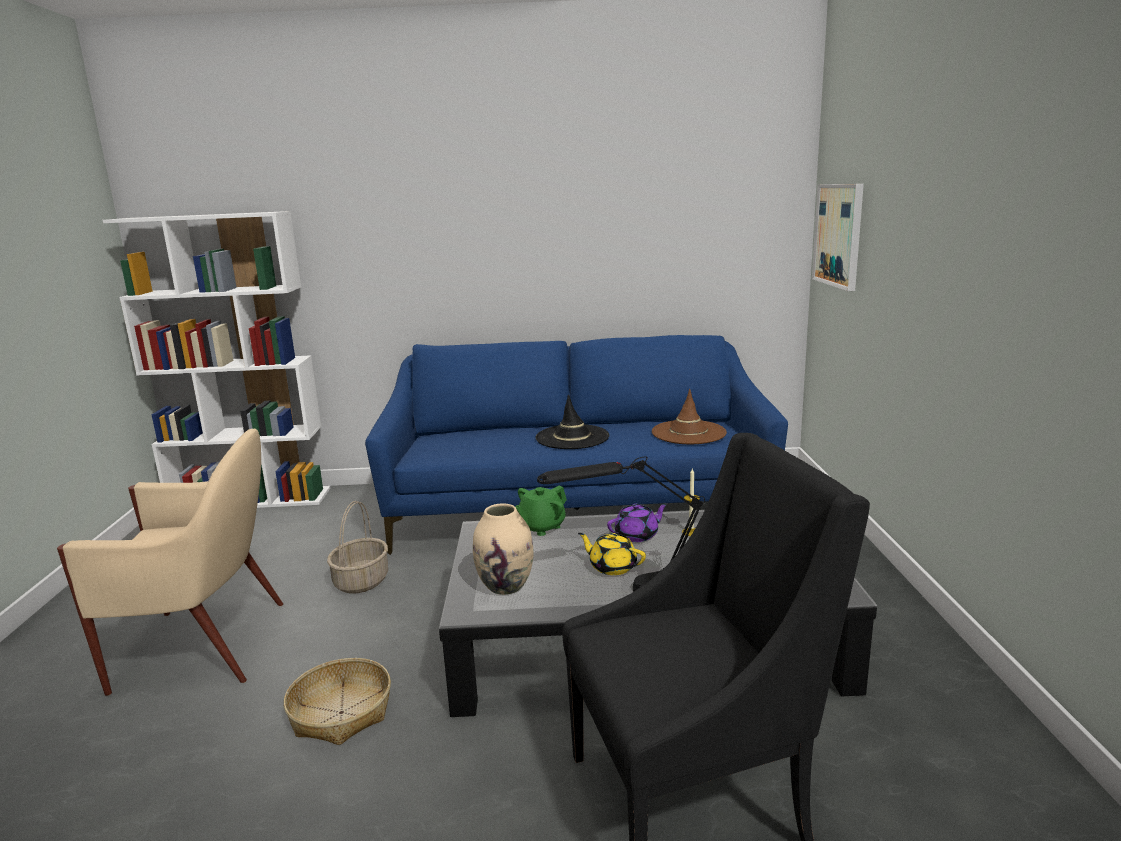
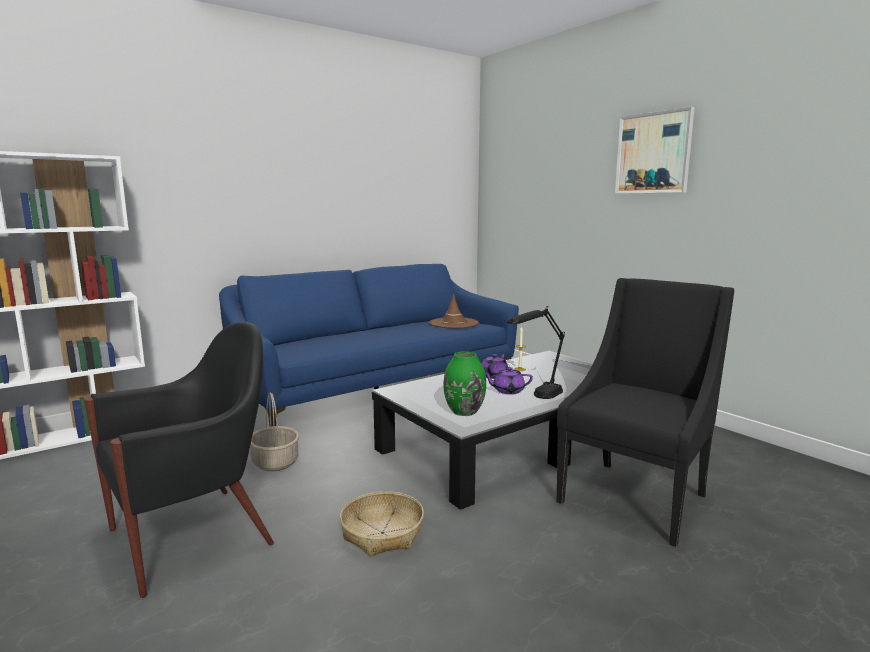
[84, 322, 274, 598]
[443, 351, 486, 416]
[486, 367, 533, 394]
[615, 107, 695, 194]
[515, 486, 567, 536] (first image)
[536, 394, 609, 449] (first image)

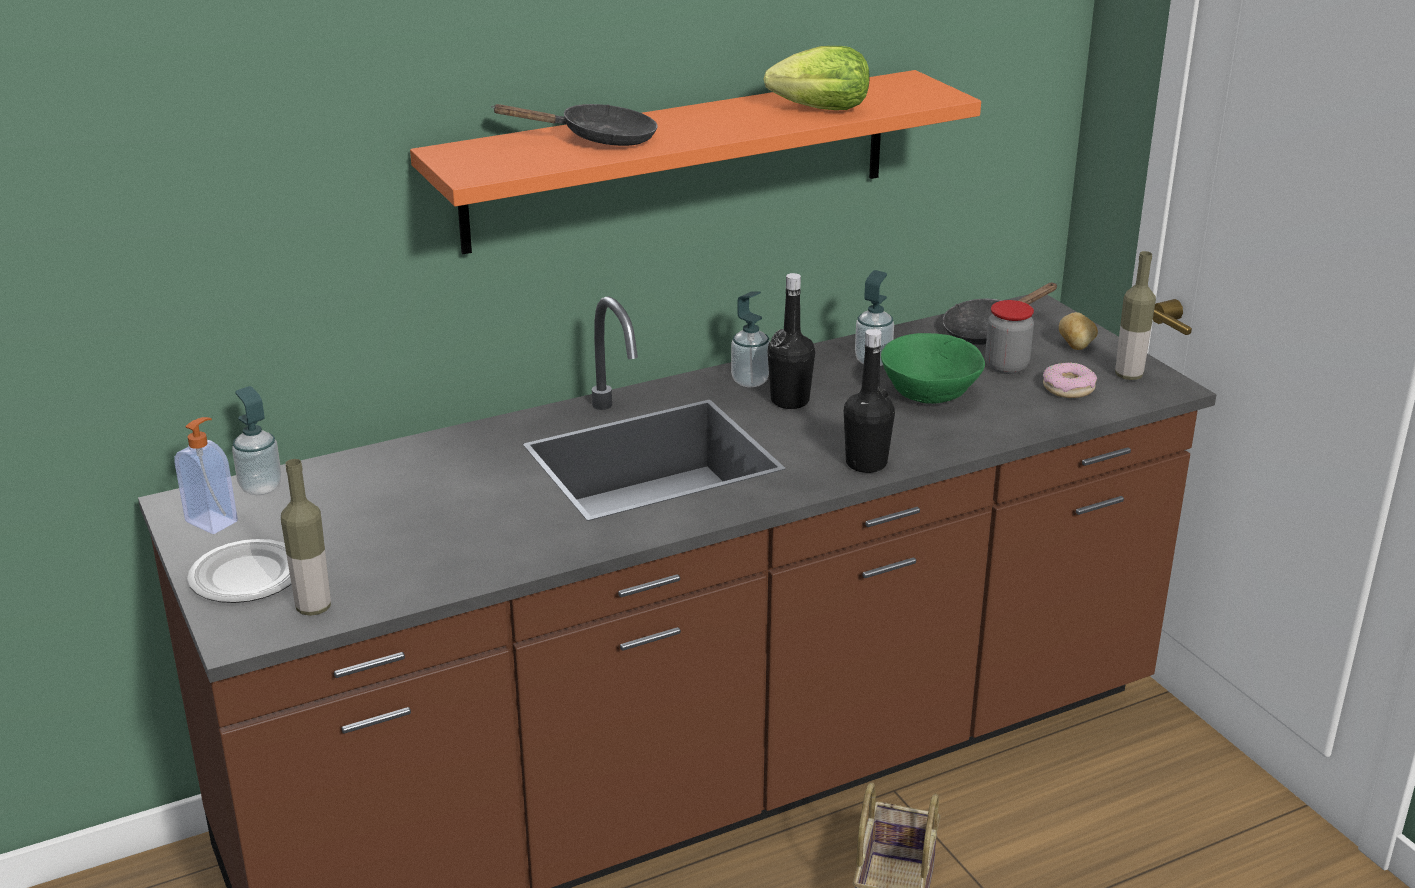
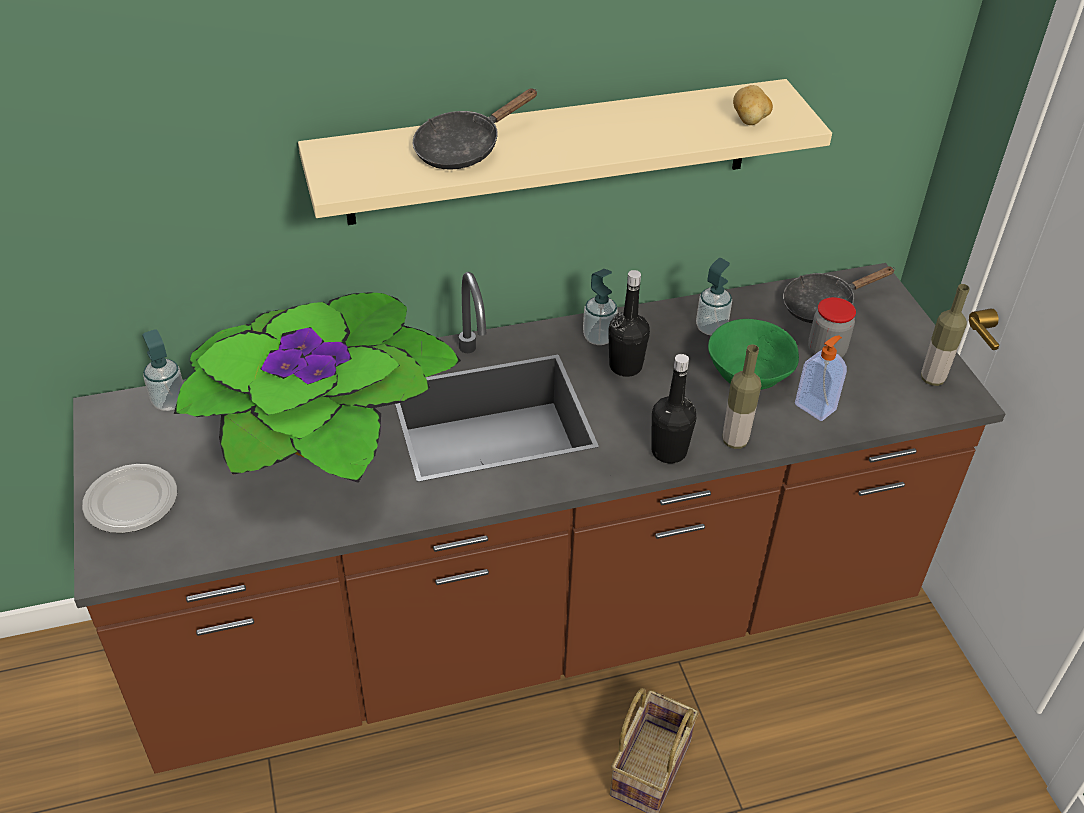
[174, 292, 461, 483]
[298, 79, 832, 225]
[413, 88, 538, 170]
[722, 344, 761, 449]
[733, 85, 773, 125]
[795, 336, 847, 421]
[764, 46, 870, 110] (first image)
[1043, 363, 1097, 398] (first image)

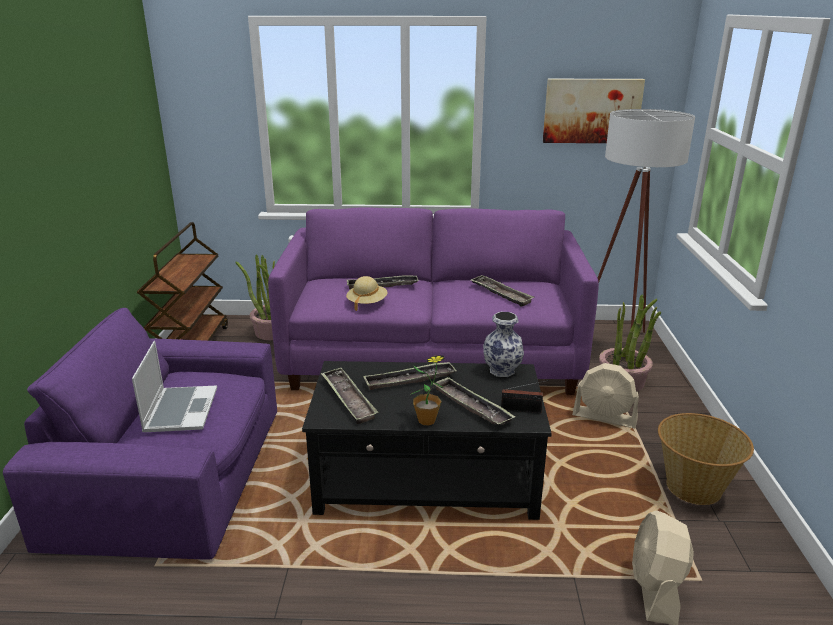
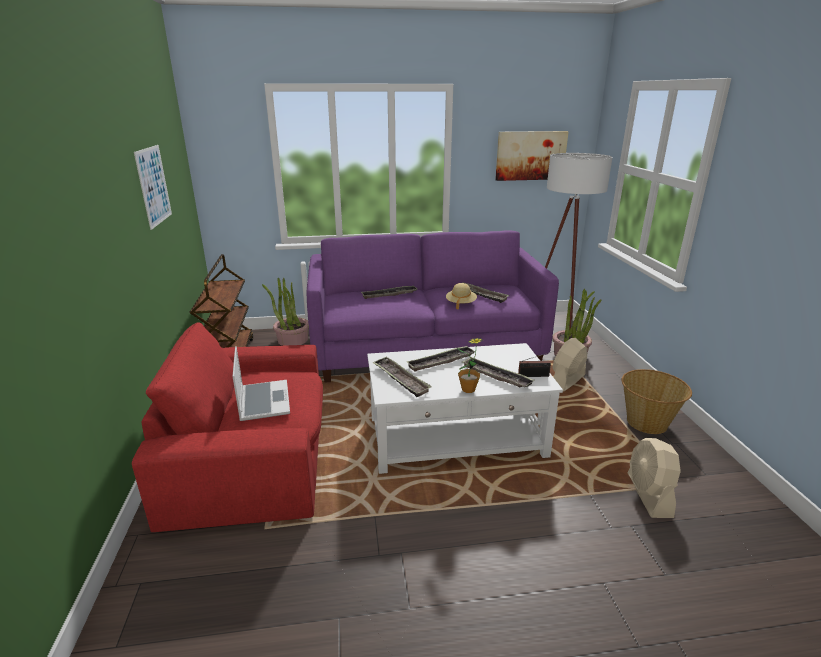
[132, 323, 323, 532]
[134, 145, 172, 230]
[367, 343, 563, 474]
[446, 283, 477, 310]
[552, 338, 587, 391]
[483, 312, 524, 377] (first image)

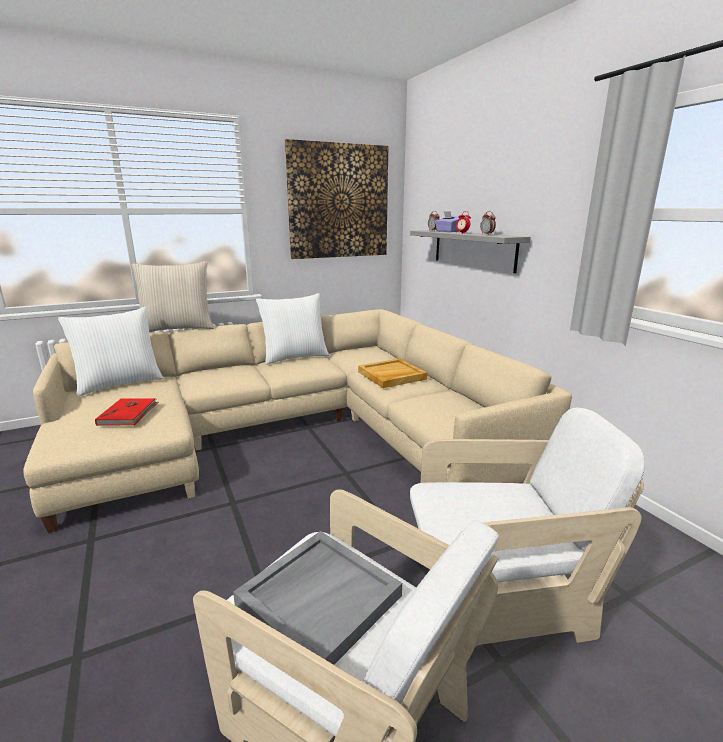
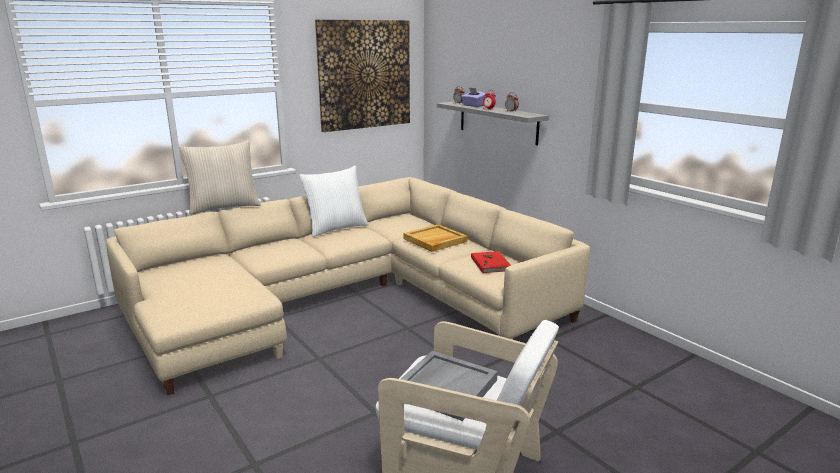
[471, 251, 511, 273]
[58, 307, 164, 396] (first image)
[410, 408, 645, 659] (first image)

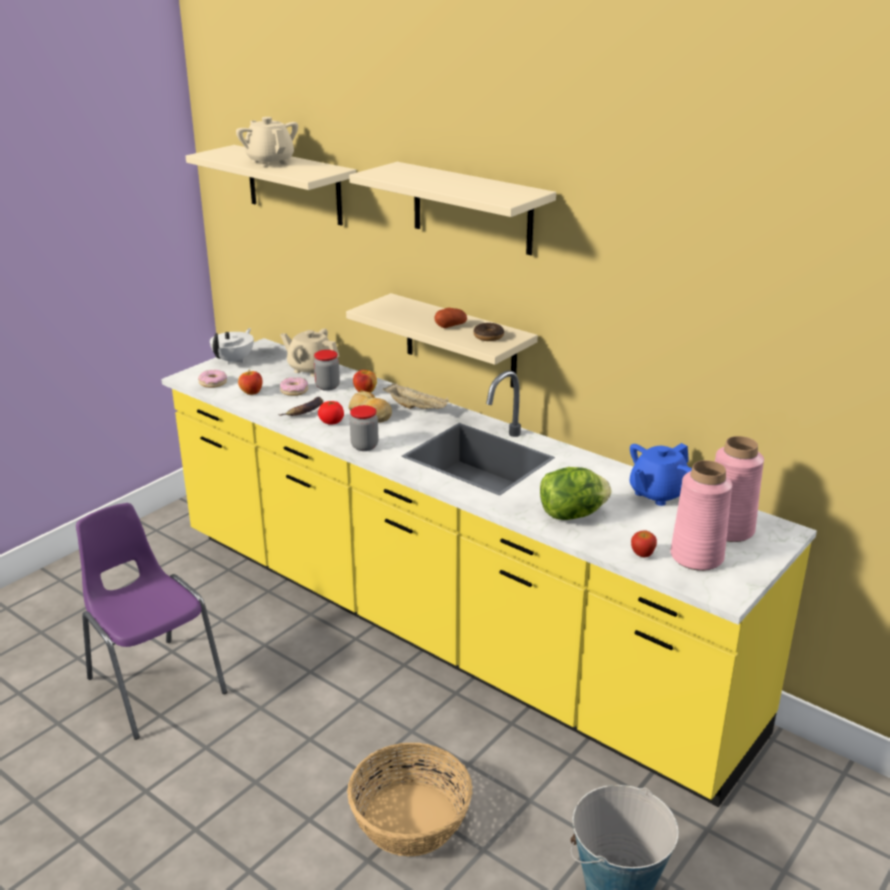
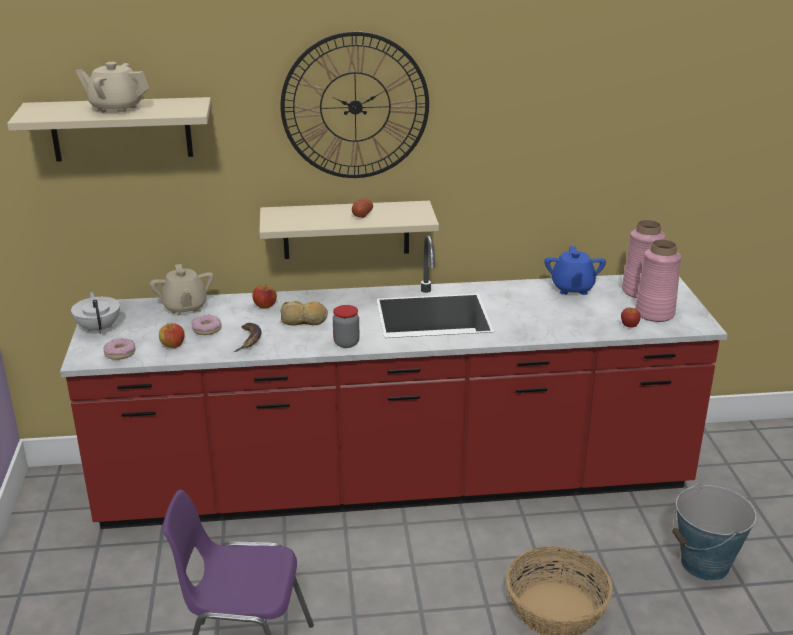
[60, 236, 727, 529]
[150, 264, 214, 316]
[281, 31, 429, 178]
[314, 350, 340, 391] (first image)
[318, 401, 344, 425] (first image)
[383, 383, 449, 409] (first image)
[473, 323, 504, 341] (first image)
[540, 467, 611, 520] (first image)

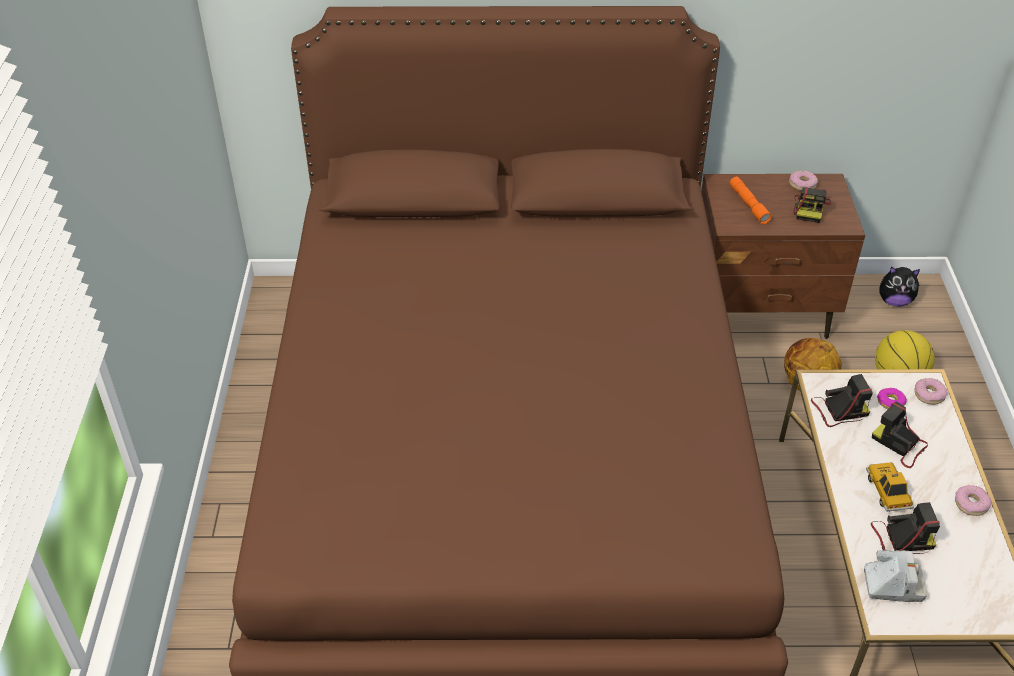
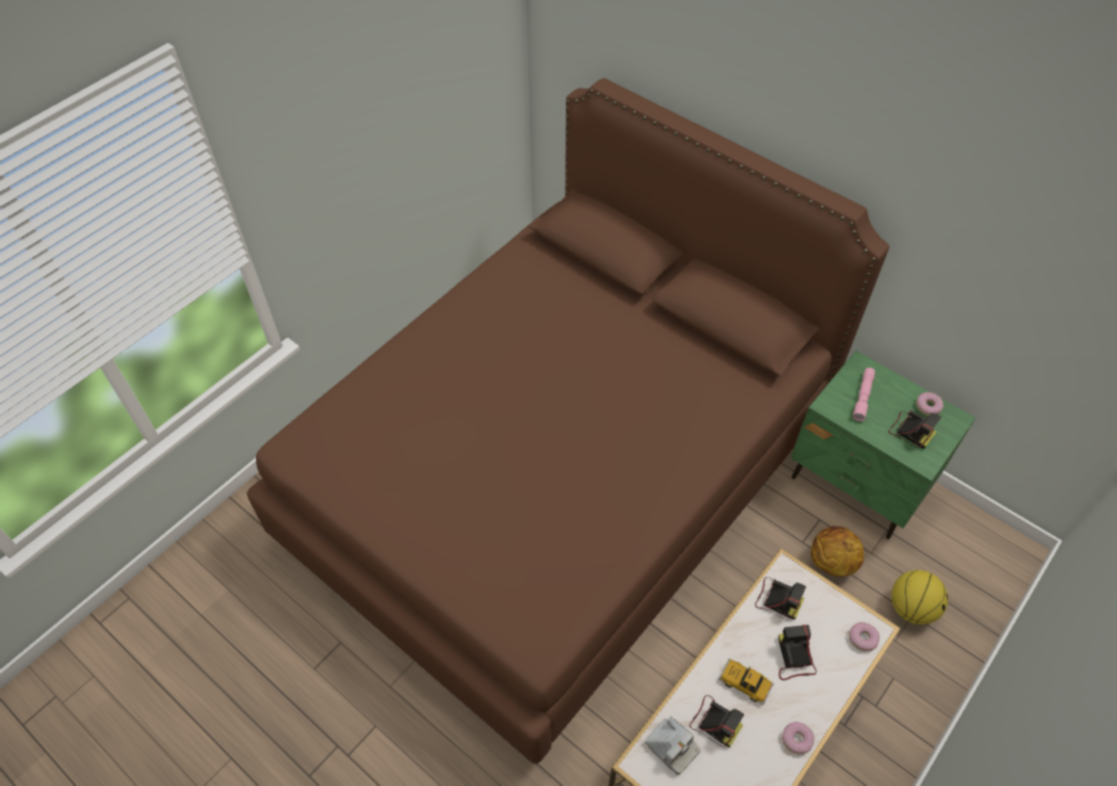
[719, 659, 774, 705]
[791, 351, 976, 539]
[853, 368, 875, 421]
[888, 410, 941, 449]
[877, 388, 907, 409] (first image)
[879, 267, 920, 307] (first image)

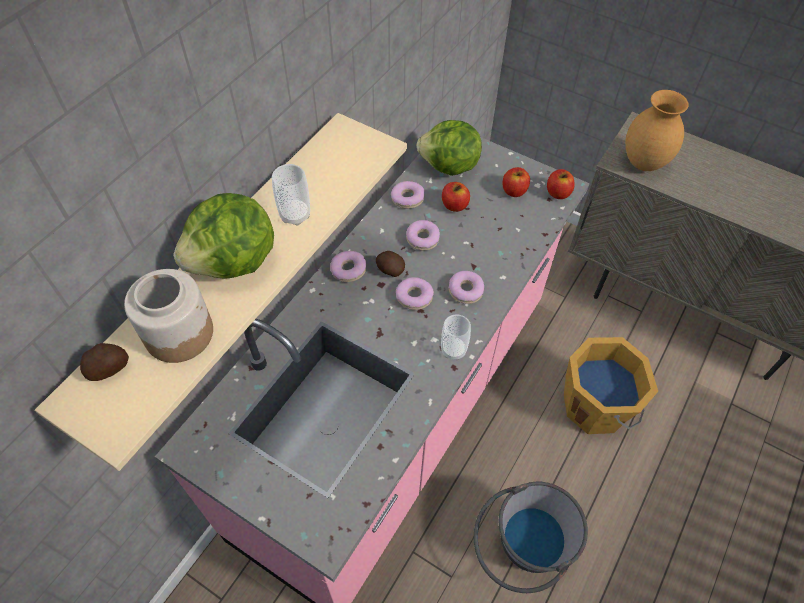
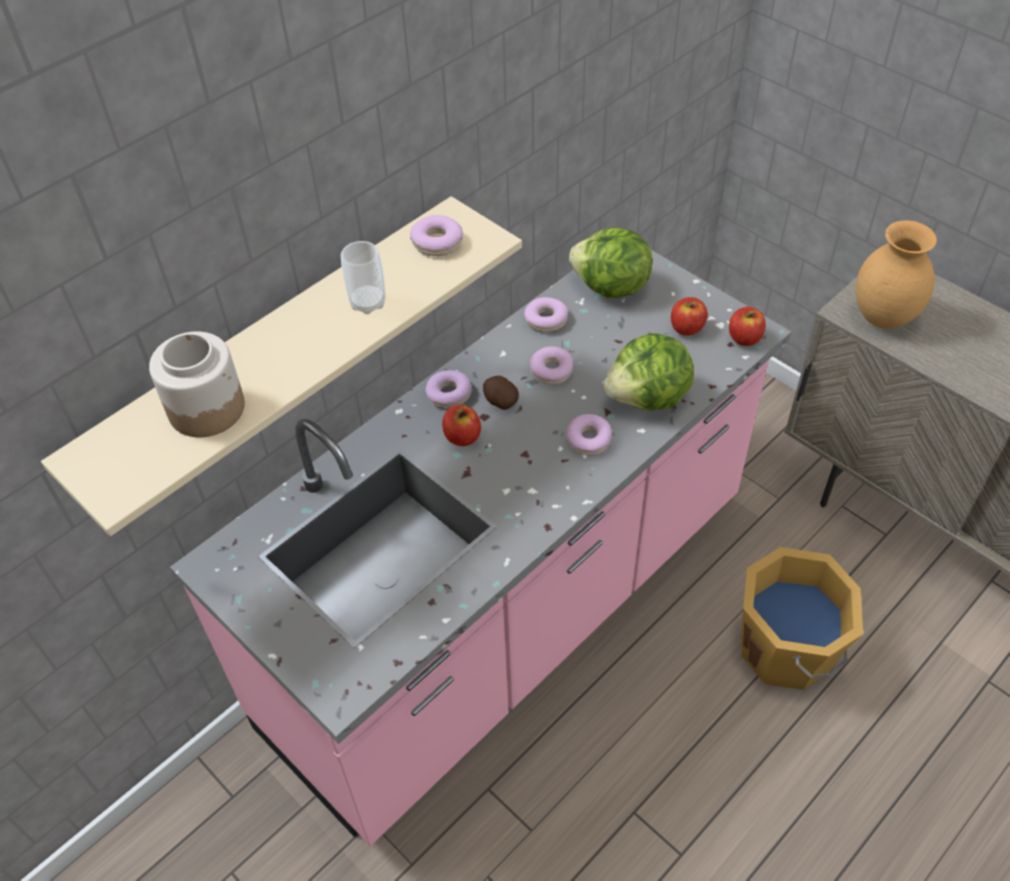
[410, 215, 463, 256]
[442, 405, 481, 446]
[603, 333, 694, 411]
[80, 343, 129, 381] (first image)
[441, 314, 471, 360] (first image)
[474, 482, 588, 593] (first image)

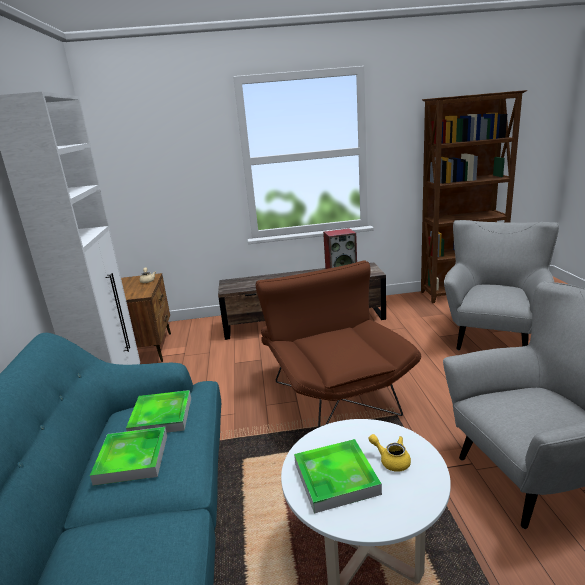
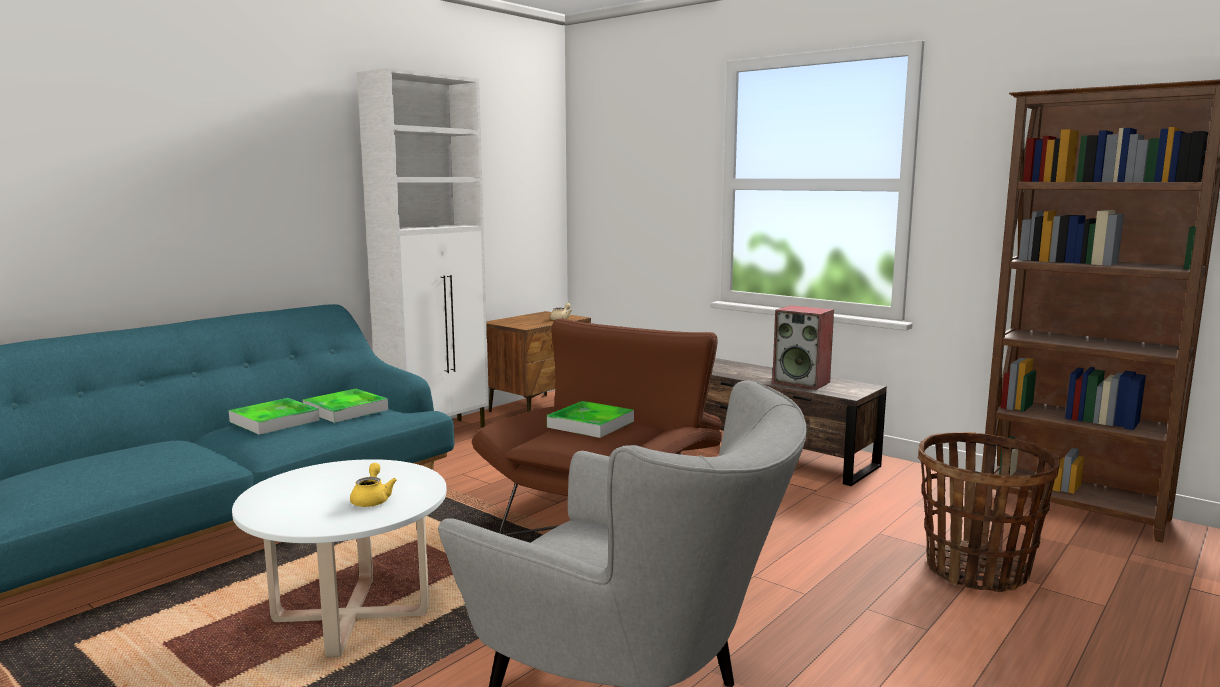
[547, 401, 634, 438]
[918, 432, 1060, 592]

